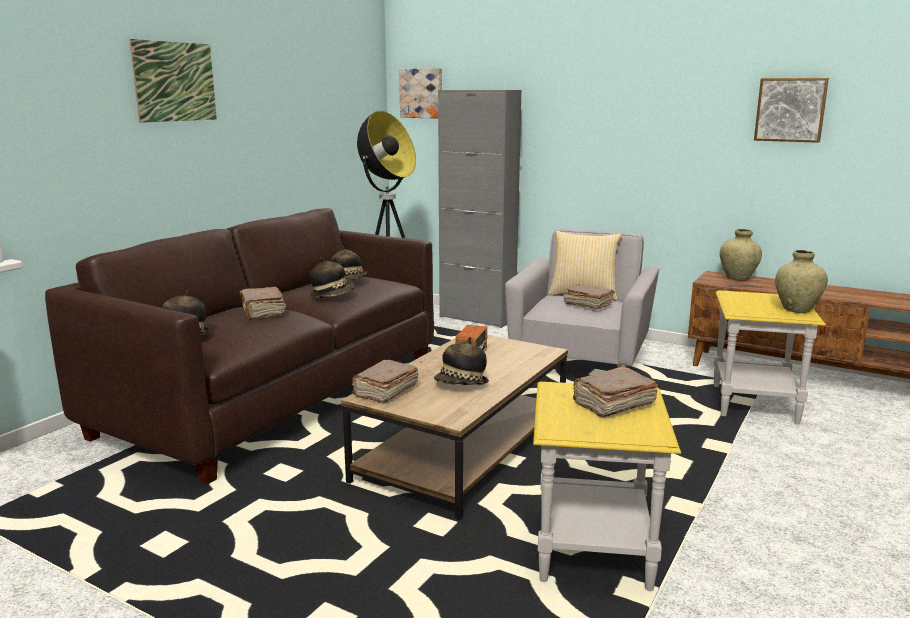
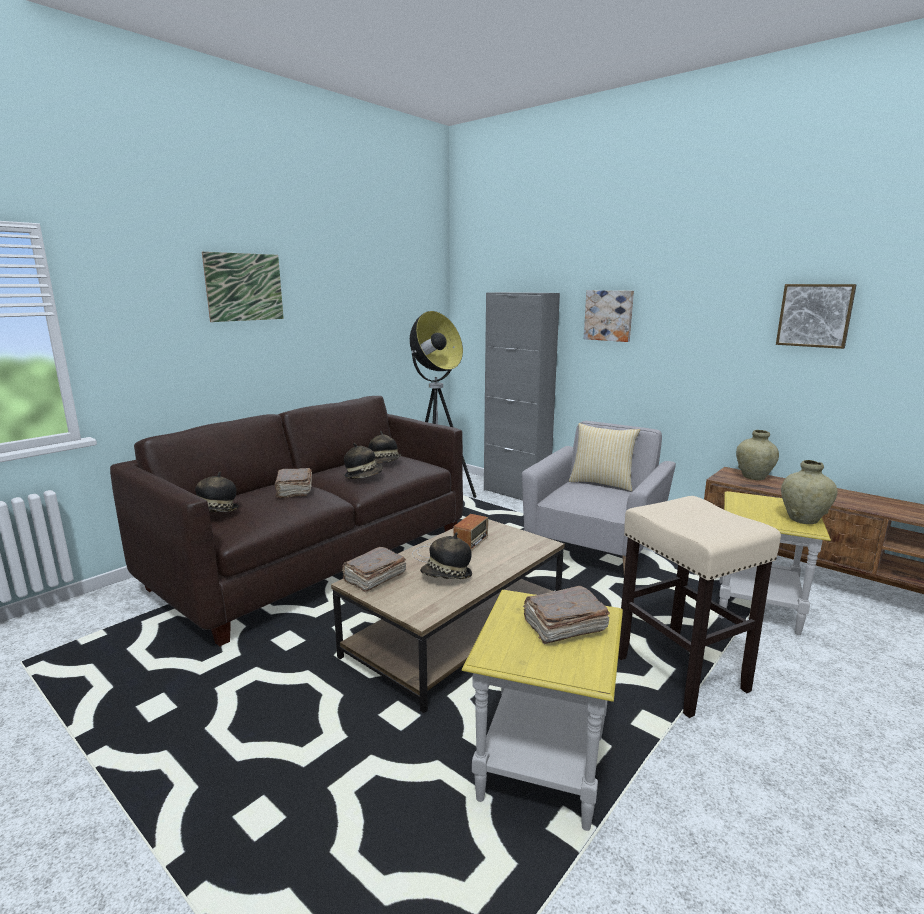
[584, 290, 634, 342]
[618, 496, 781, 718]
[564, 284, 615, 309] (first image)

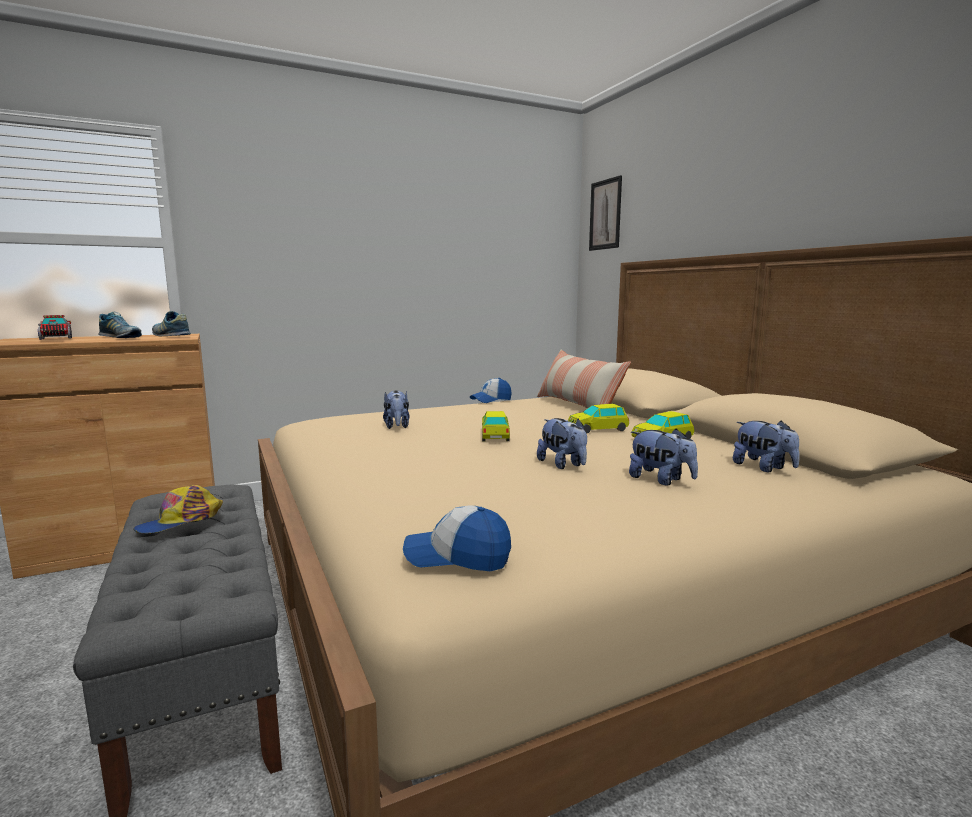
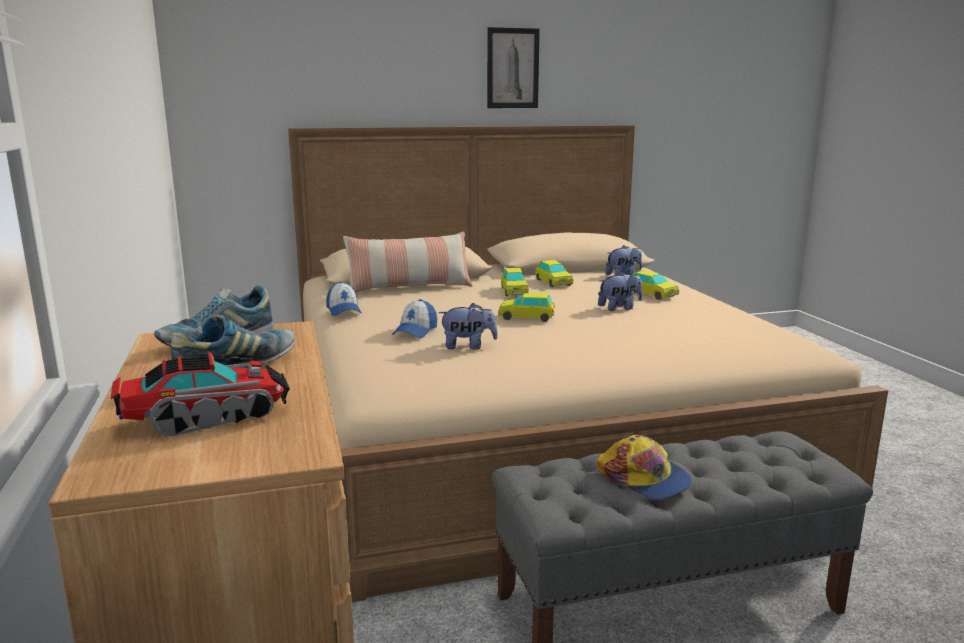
[393, 299, 437, 338]
[487, 27, 540, 108]
[632, 270, 679, 300]

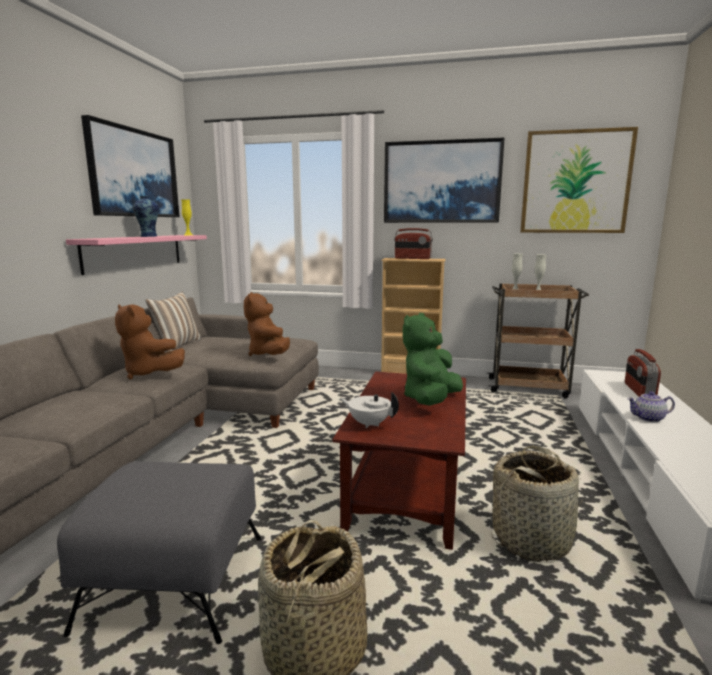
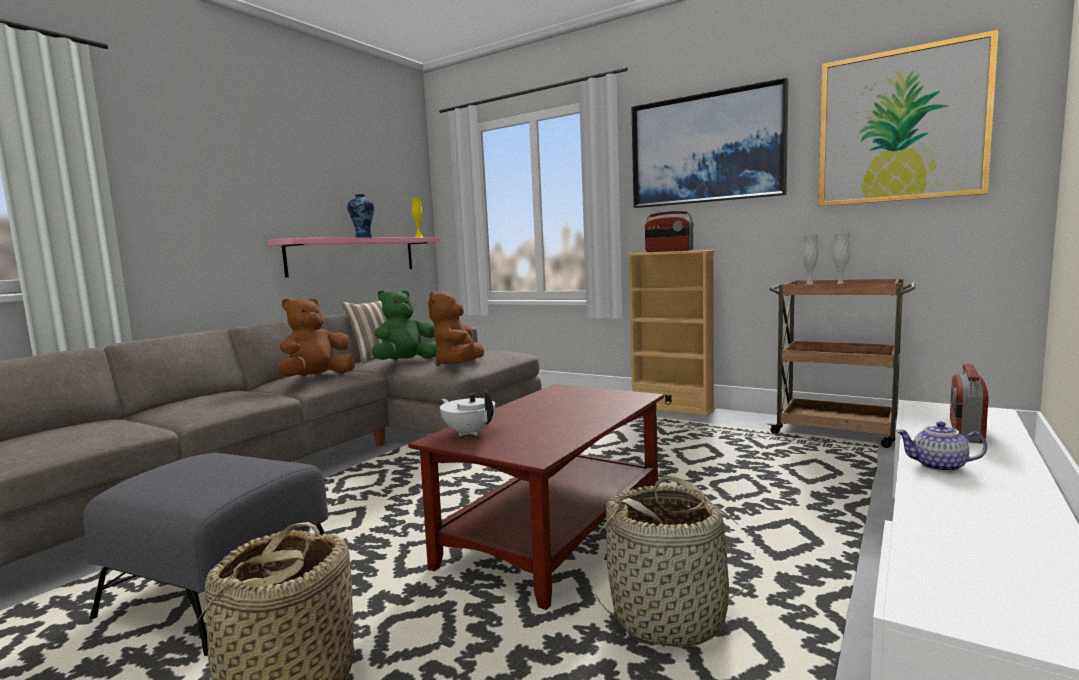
[278, 298, 355, 377]
[372, 290, 437, 360]
[81, 115, 179, 217] (first image)

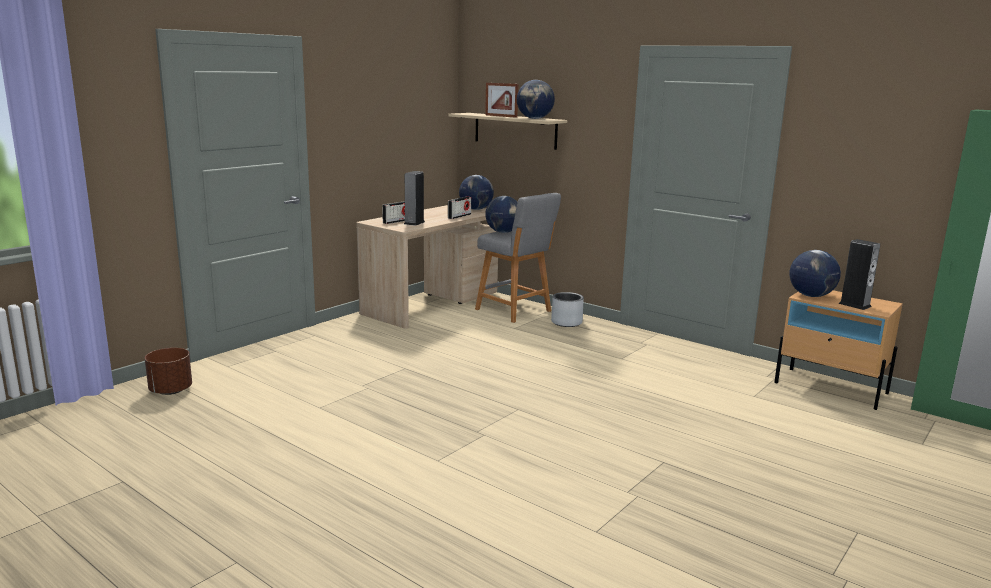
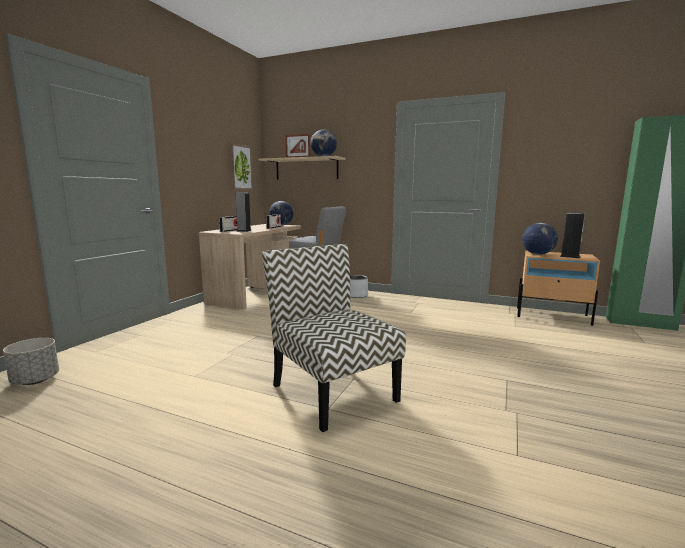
[3, 338, 59, 385]
[230, 143, 253, 190]
[262, 244, 406, 432]
[485, 196, 518, 233] (first image)

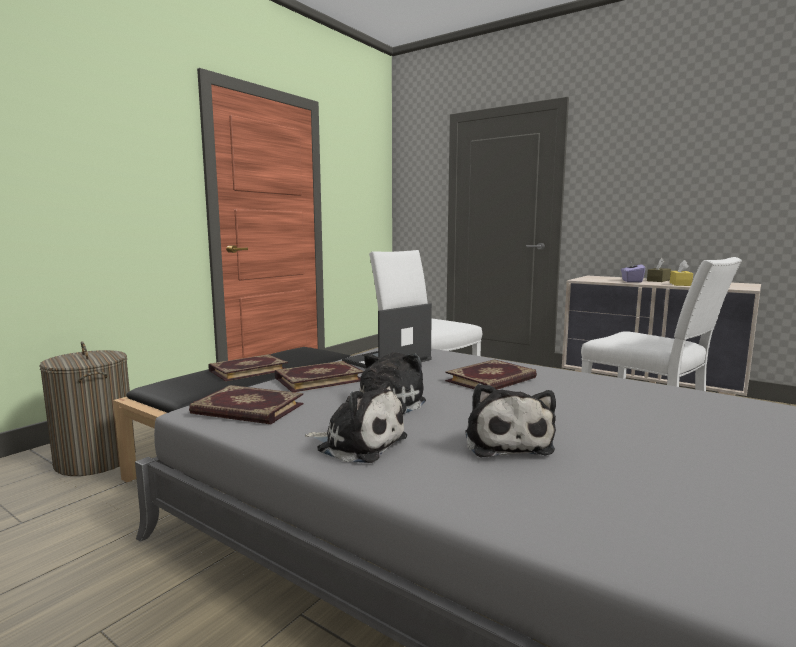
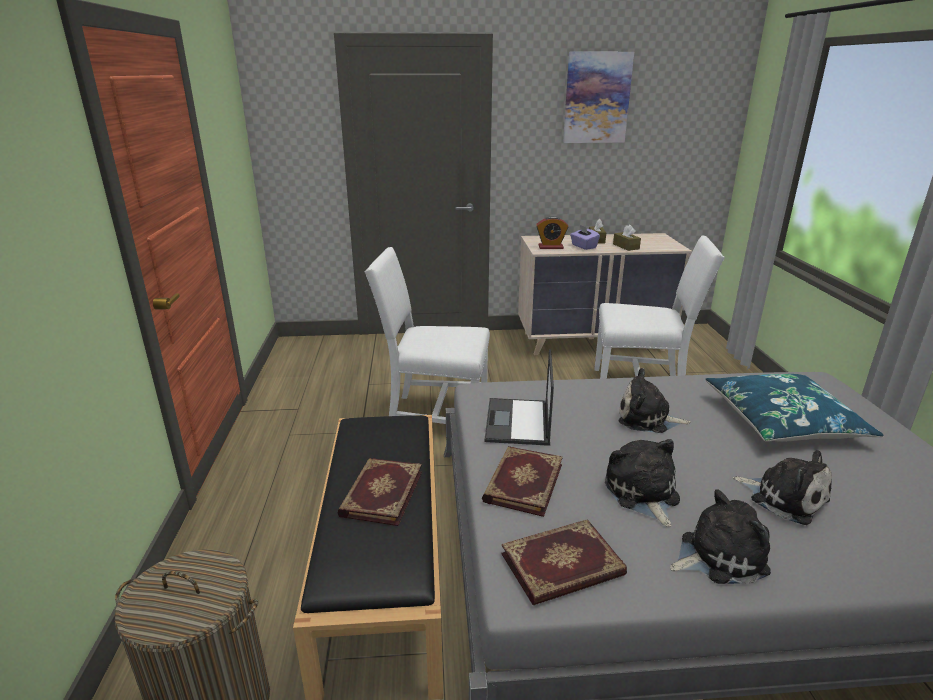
[536, 216, 568, 249]
[563, 52, 634, 143]
[613, 224, 641, 251]
[619, 368, 691, 433]
[705, 374, 884, 442]

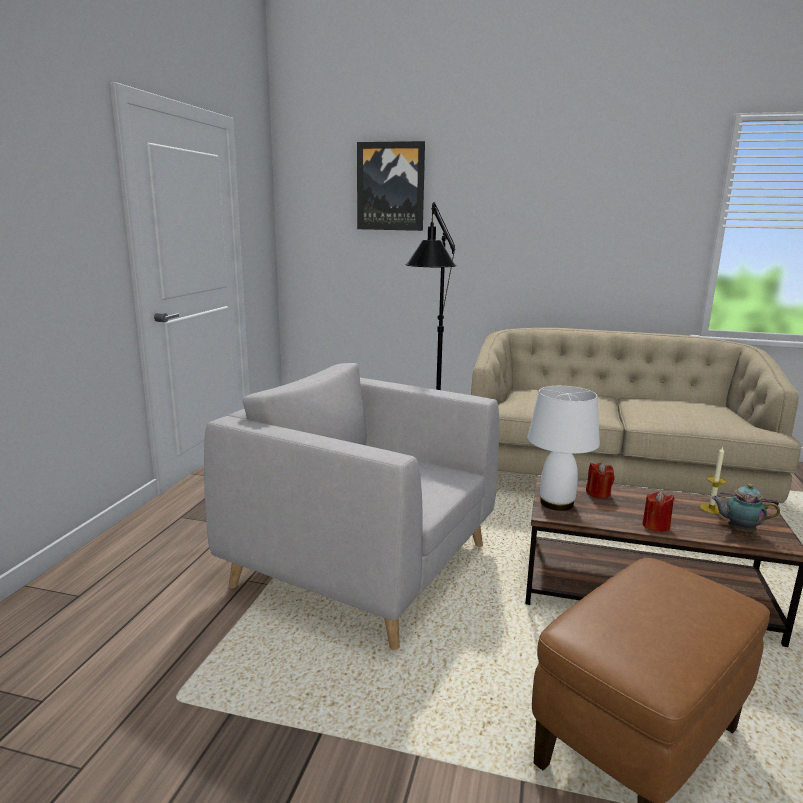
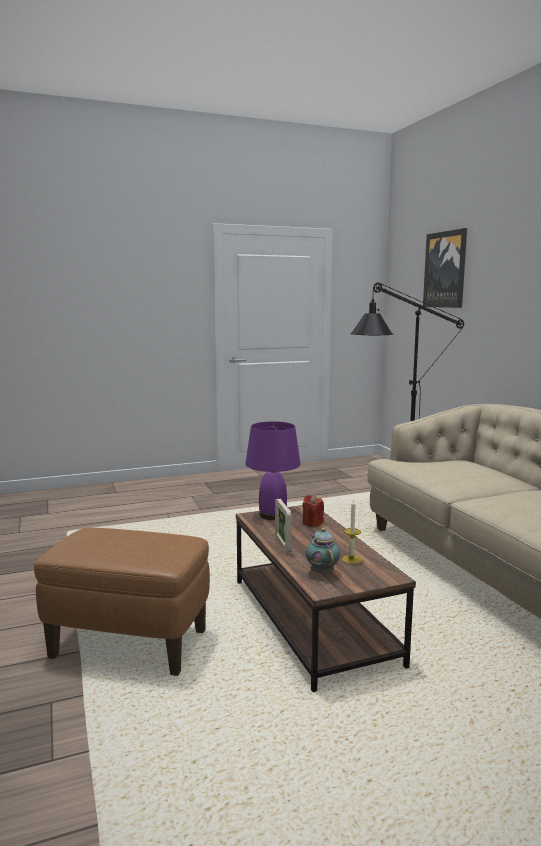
[245, 421, 301, 520]
[275, 499, 292, 553]
[204, 363, 499, 650] (first image)

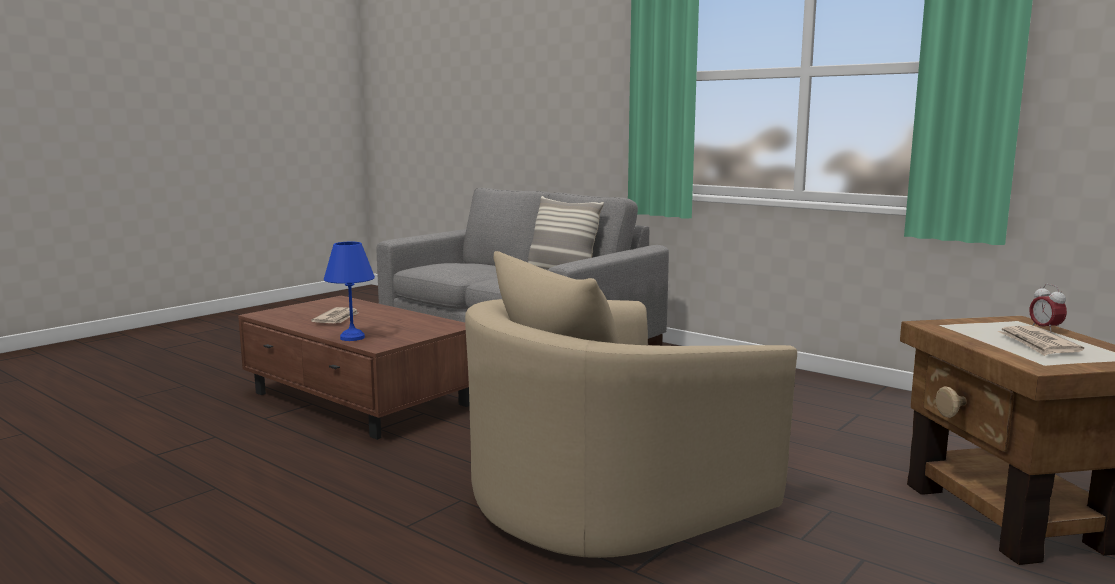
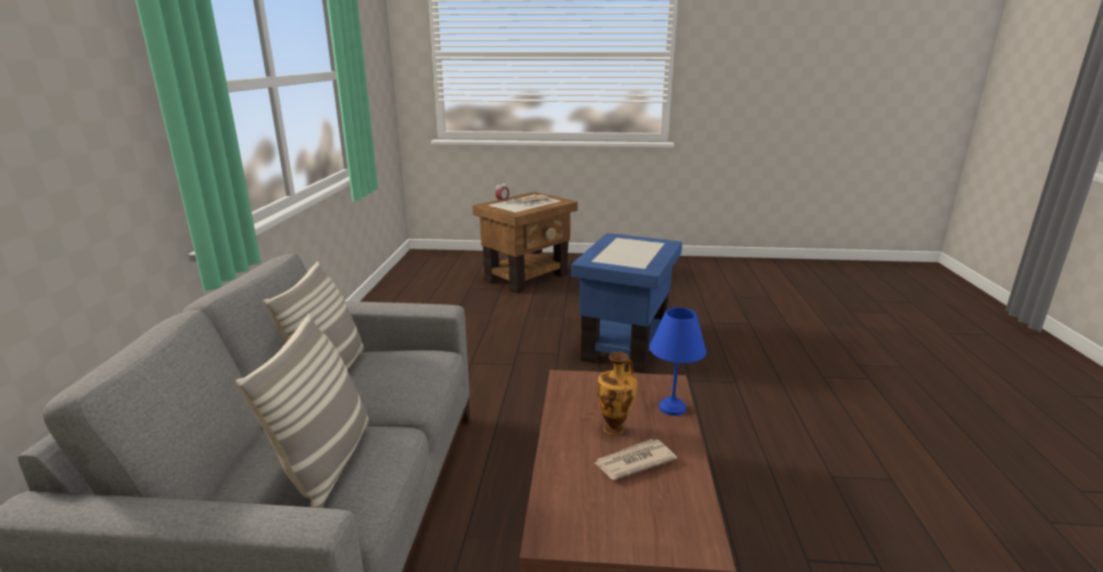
[235, 313, 369, 508]
[571, 233, 682, 373]
[597, 352, 637, 435]

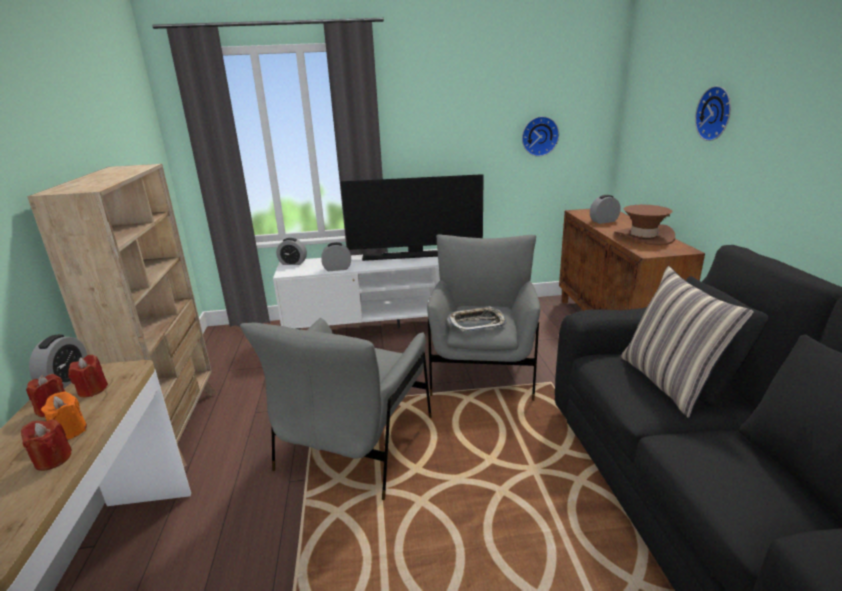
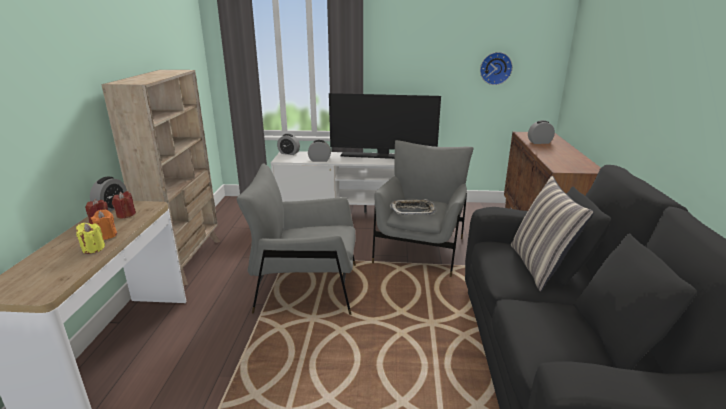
[76, 223, 105, 254]
[237, 163, 356, 315]
[614, 205, 675, 246] (first image)
[695, 86, 731, 141] (first image)

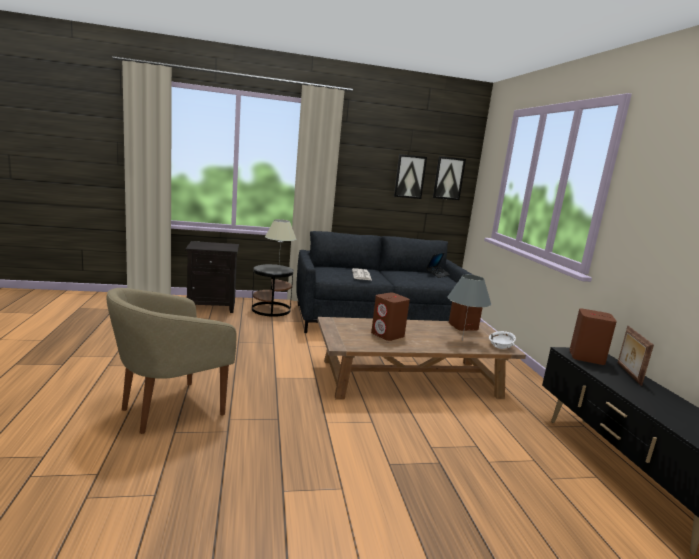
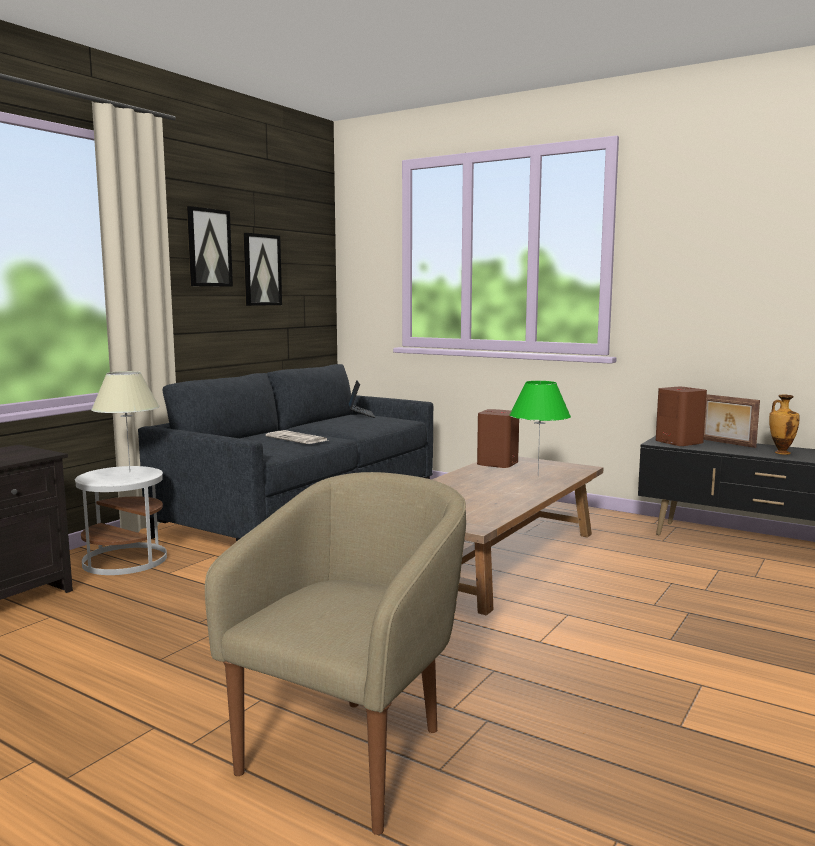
[75, 466, 167, 575]
[187, 206, 233, 287]
[205, 472, 466, 835]
[509, 381, 571, 474]
[769, 394, 800, 455]
[371, 293, 410, 341] (first image)
[489, 331, 516, 349] (first image)

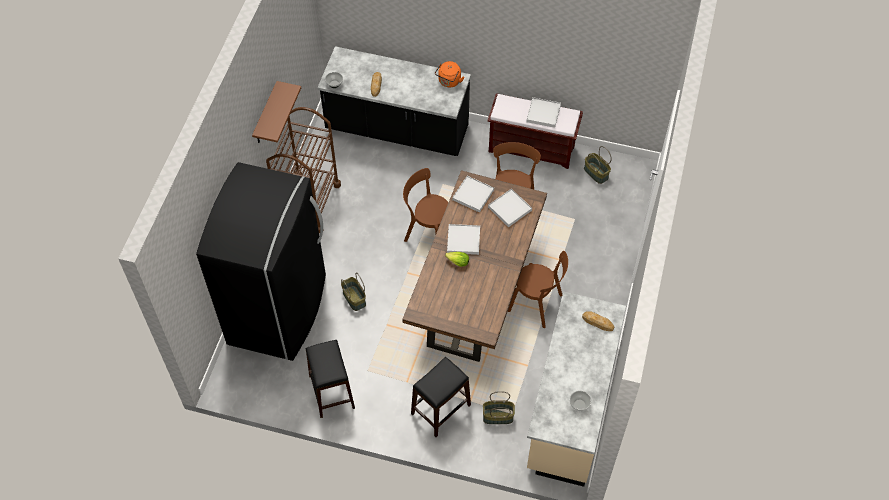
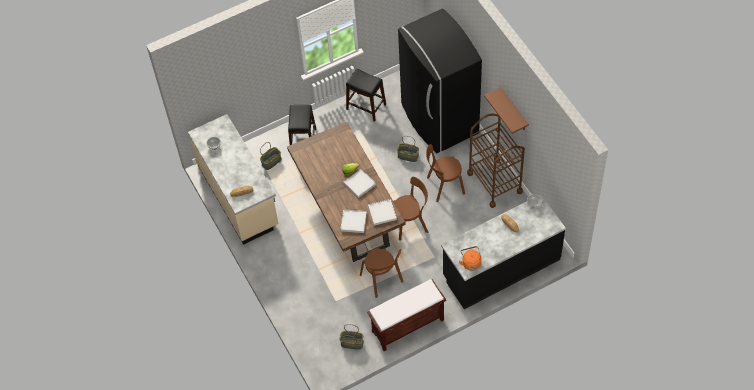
[426, 144, 465, 202]
[526, 97, 561, 128] (first image)

